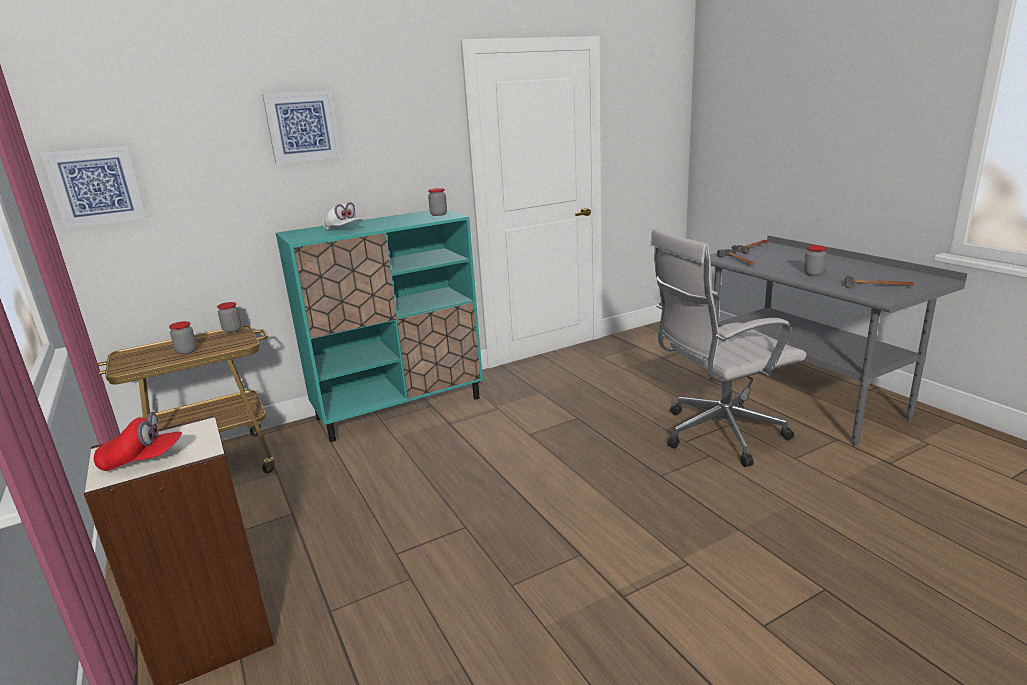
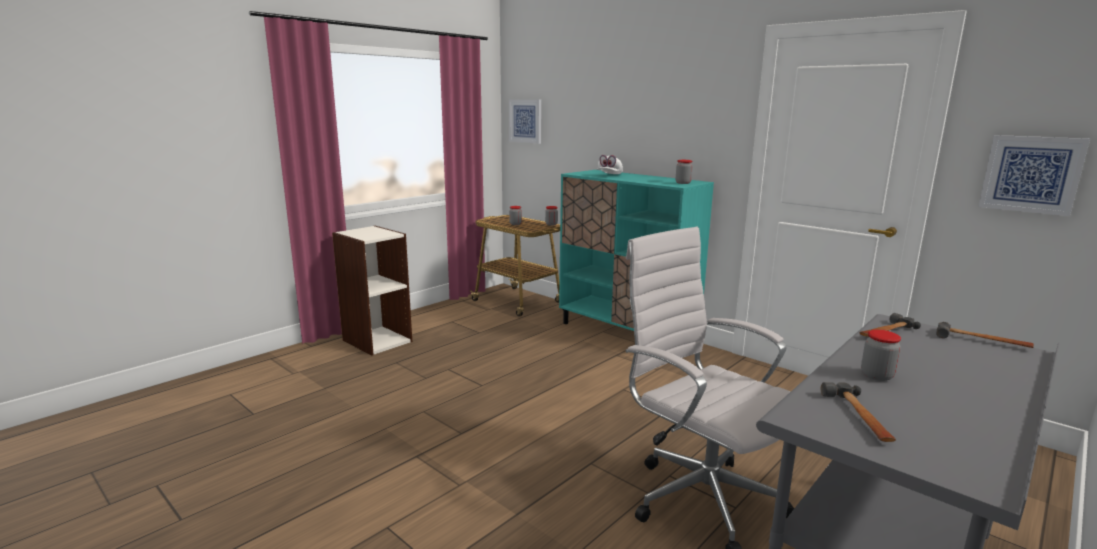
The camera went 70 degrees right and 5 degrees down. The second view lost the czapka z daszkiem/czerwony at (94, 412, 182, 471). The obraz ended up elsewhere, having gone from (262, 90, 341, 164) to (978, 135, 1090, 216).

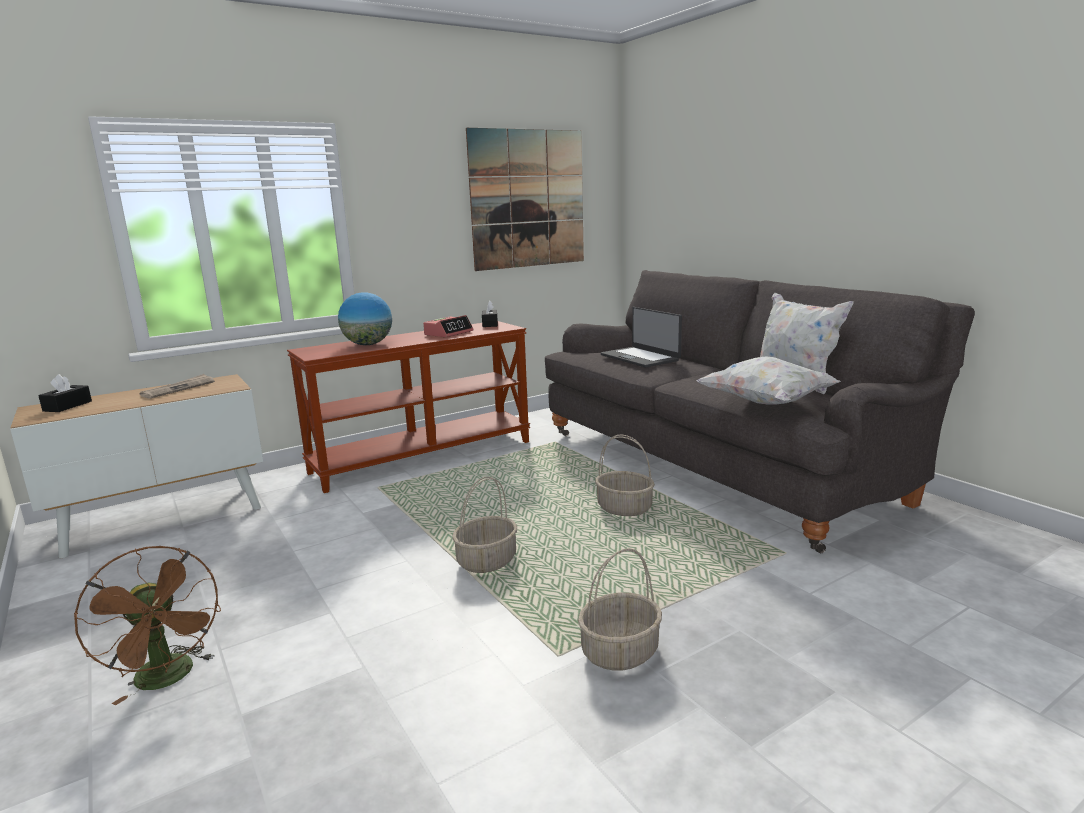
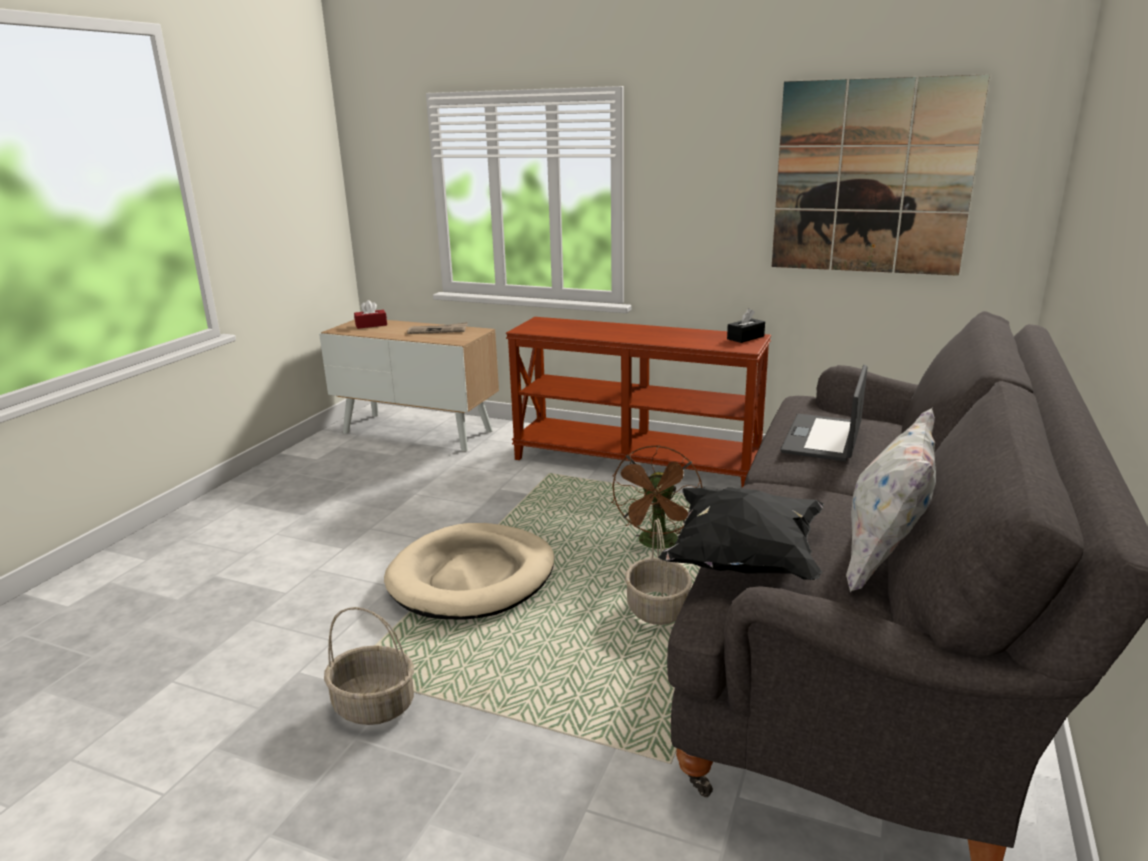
The camera went 55 degrees right and 5 degrees up. What was the pudełko chusteczek/czarny at (38, 374, 92, 412) turned into the pudełko chusteczek/czerwony at (354, 300, 387, 329). The wentylator/brązowy ended up elsewhere, having gone from (74, 546, 221, 706) to (611, 445, 702, 549). The second view lost the globus at (338, 292, 392, 345). The second view lost the budzik at (423, 315, 474, 337). Where the koszyk stood at (452, 476, 517, 573), the legowisko/beżowy came to stand at (384, 523, 554, 620). What was the poduszka/biały at (696, 356, 840, 404) turned into the poduszka/czarny at (658, 487, 824, 580).

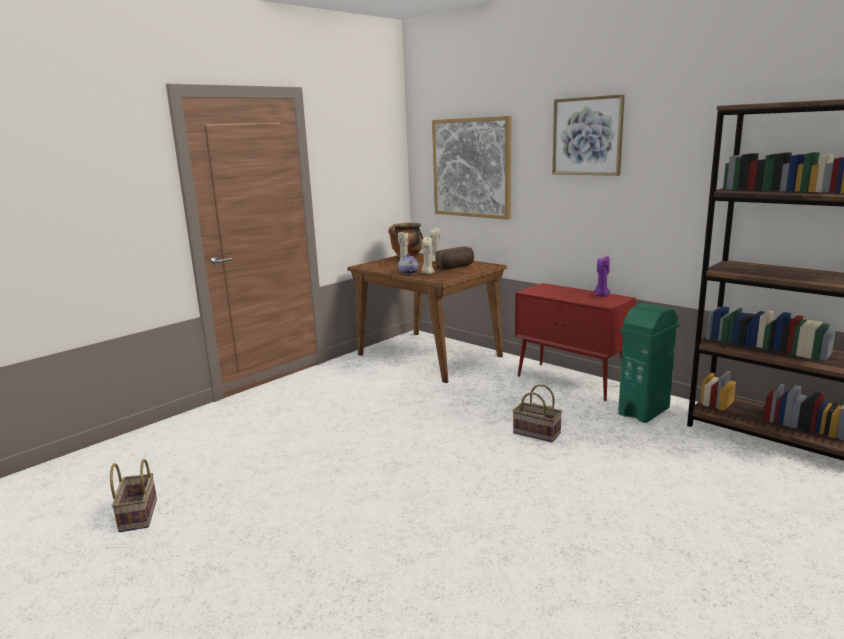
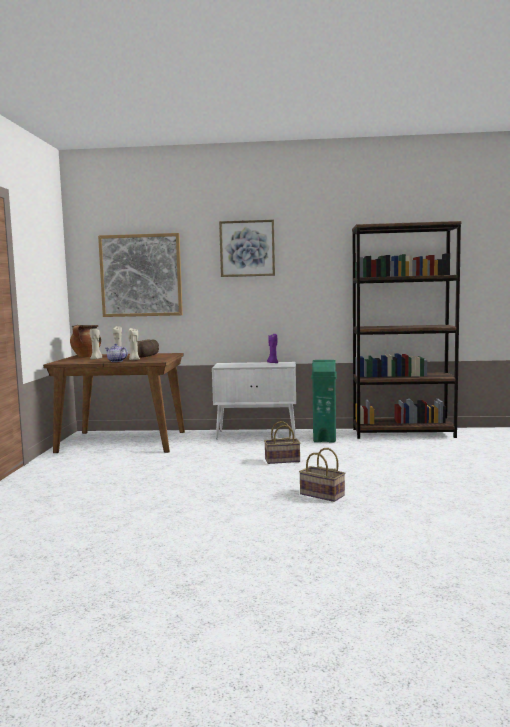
The camera went 40 degrees left and 10 degrees down. The koszyk ended up elsewhere, having gone from (110, 459, 157, 532) to (299, 448, 345, 502). What was the szafka/czerwony at (515, 283, 636, 401) turned into the szafka/biały at (212, 362, 296, 439).

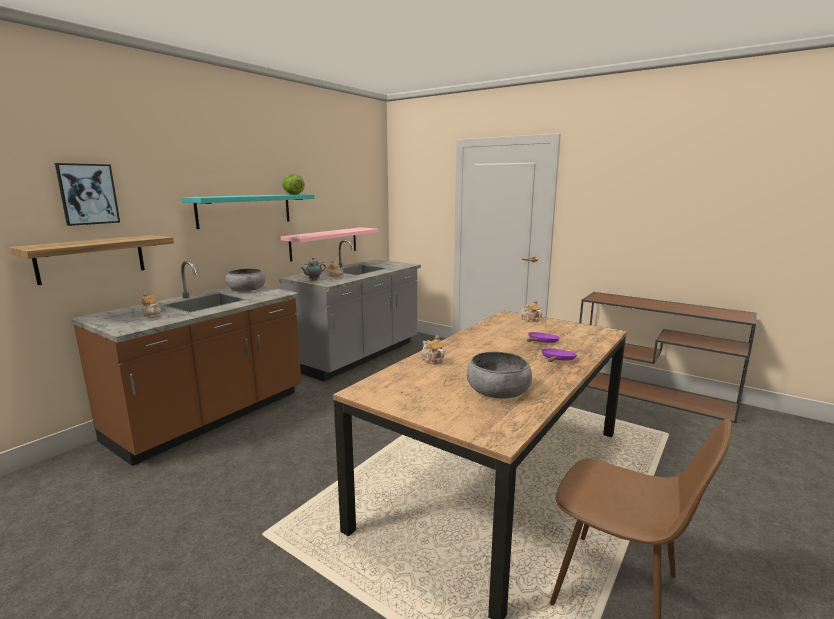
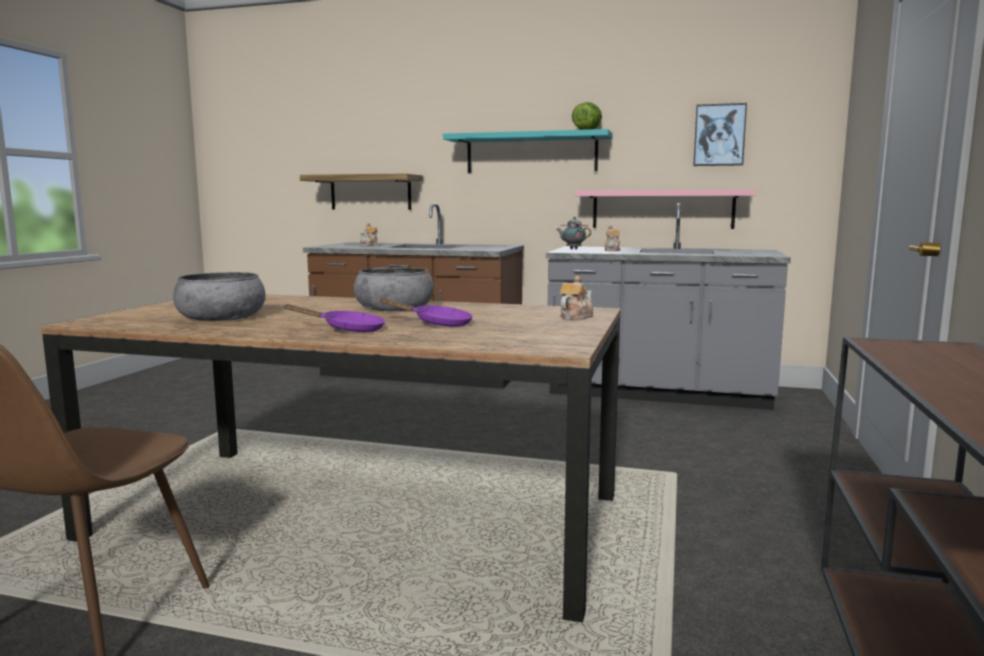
The camera went 70 degrees right and 5 degrees down. The obraz ended up elsewhere, having gone from (55, 163, 120, 226) to (693, 103, 747, 166). The miska/szary ended up elsewhere, having gone from (225, 268, 266, 291) to (354, 267, 434, 311). The second view lost the imbryk at (421, 335, 444, 364).

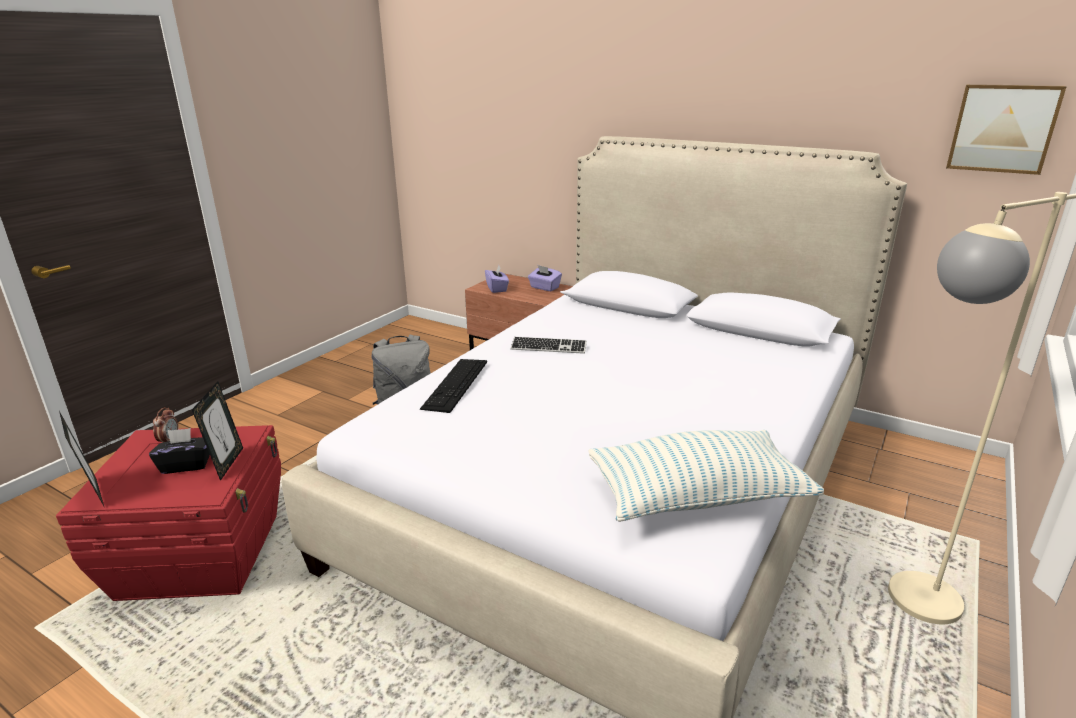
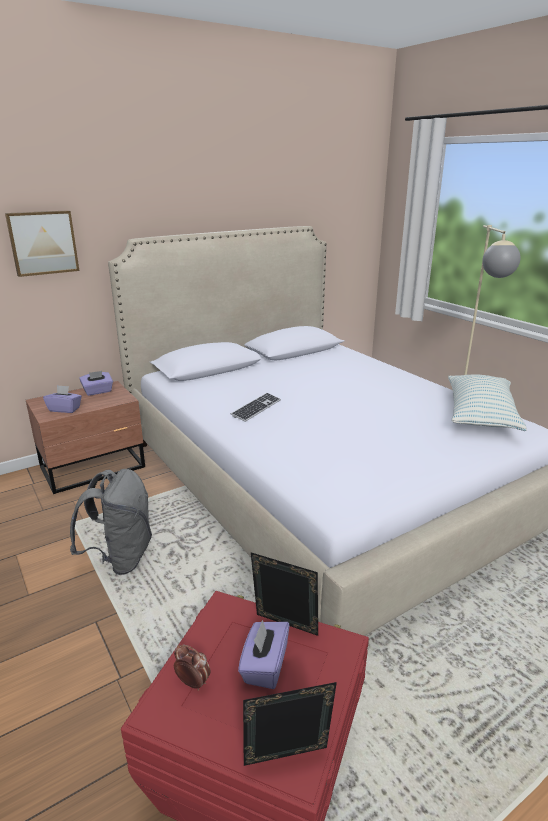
The camera went 65 degrees left and 0 degrees up. What was the pudełko chusteczek/czarny at (149, 428, 210, 474) turned into the pudełko chusteczek/fioletowy at (238, 620, 290, 689). The second view lost the klawiatura at (420, 359, 487, 413). The obraz ended up elsewhere, having gone from (946, 84, 1067, 175) to (5, 210, 79, 277).

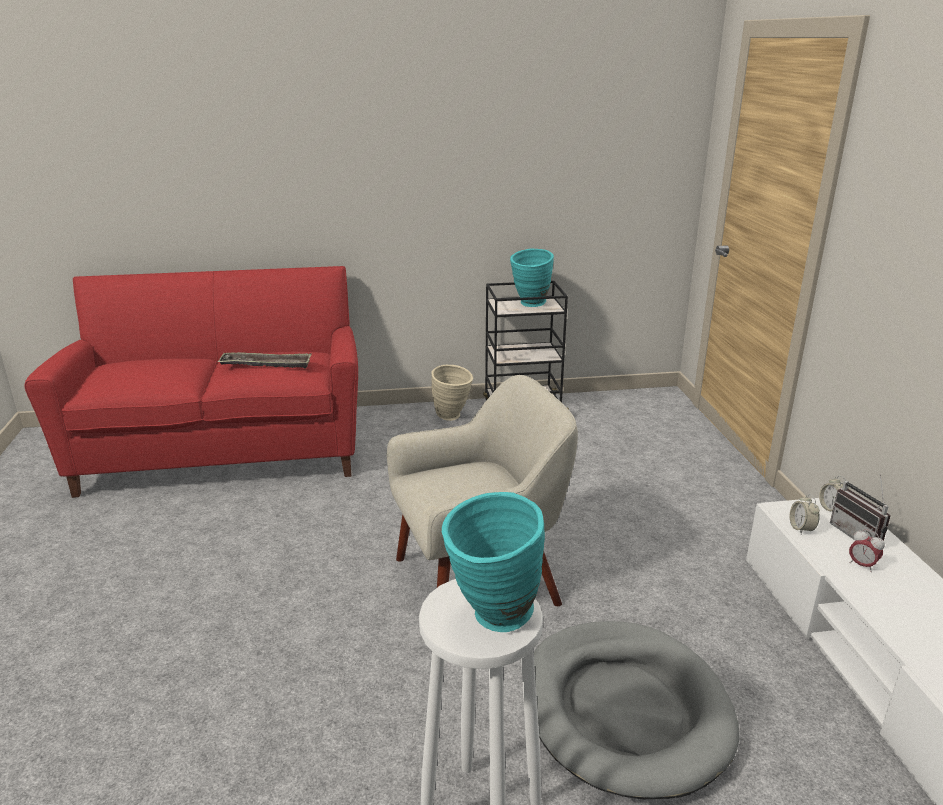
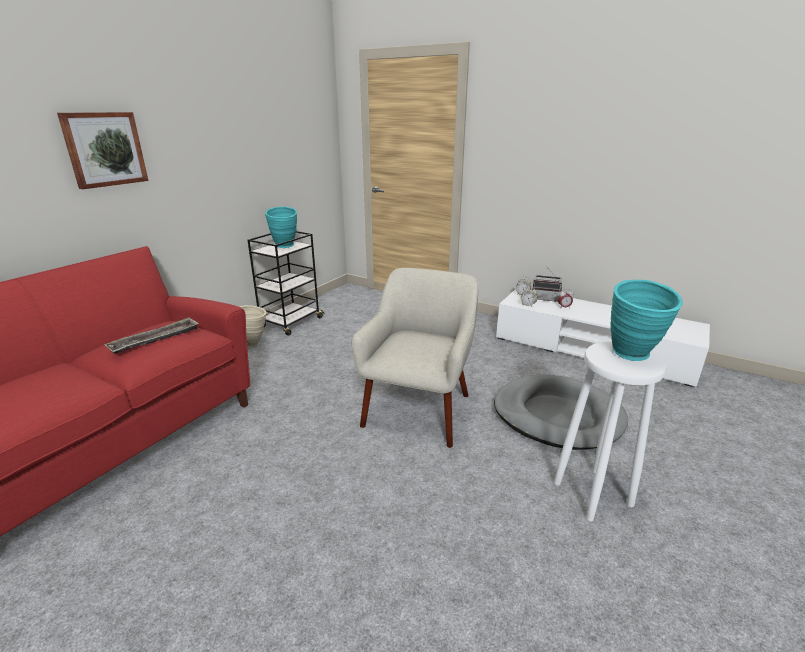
The camera went 50 degrees left and 0 degrees up. The second view gained the obraz at (57, 112, 148, 189).

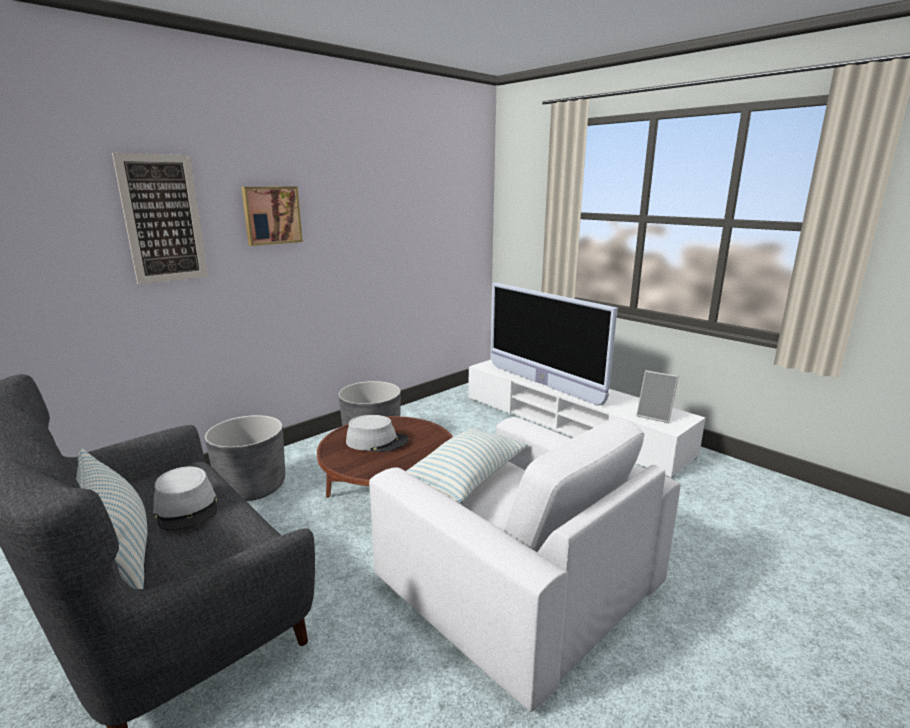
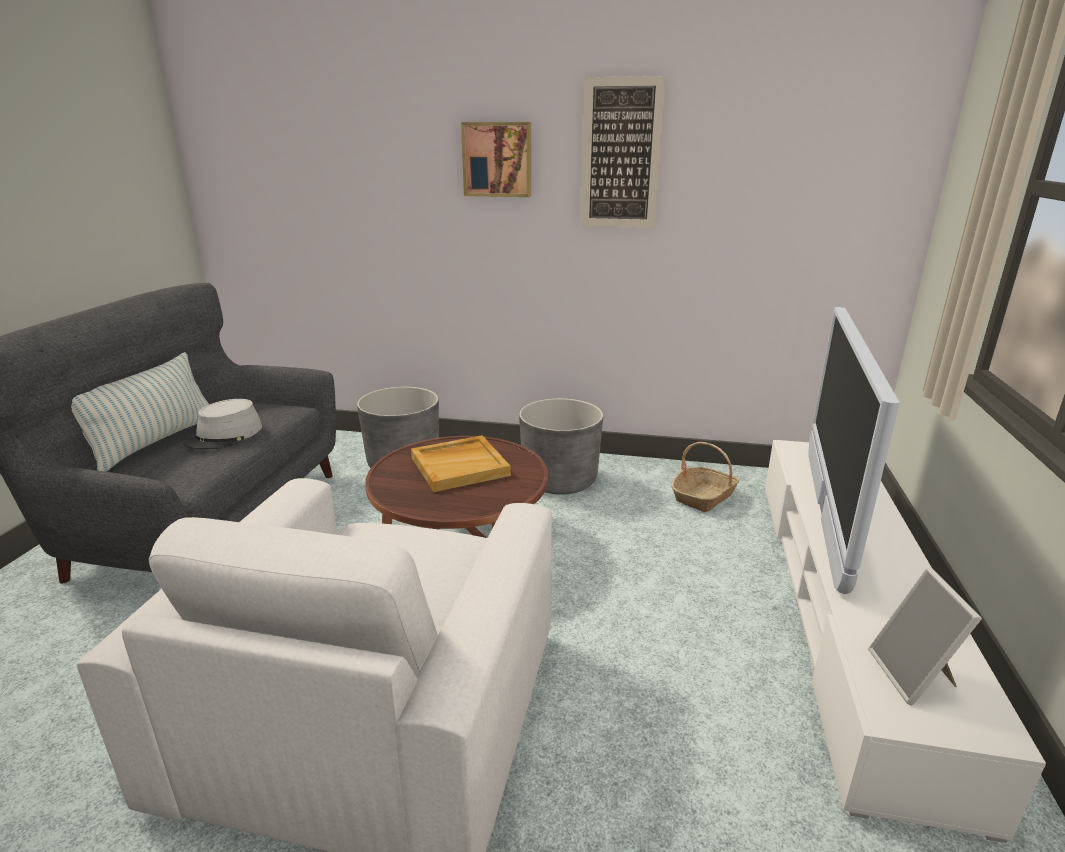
The camera went 55 degrees right and 5 degrees up. The obraz ended up elsewhere, having gone from (112, 153, 208, 284) to (580, 76, 666, 228). Where the kapelusz/szary stood at (346, 415, 409, 452), the taca/beżowy came to stand at (411, 435, 511, 492). The second view lost the poduszka at (406, 428, 528, 504). The second view gained the koszyk at (671, 442, 739, 512).

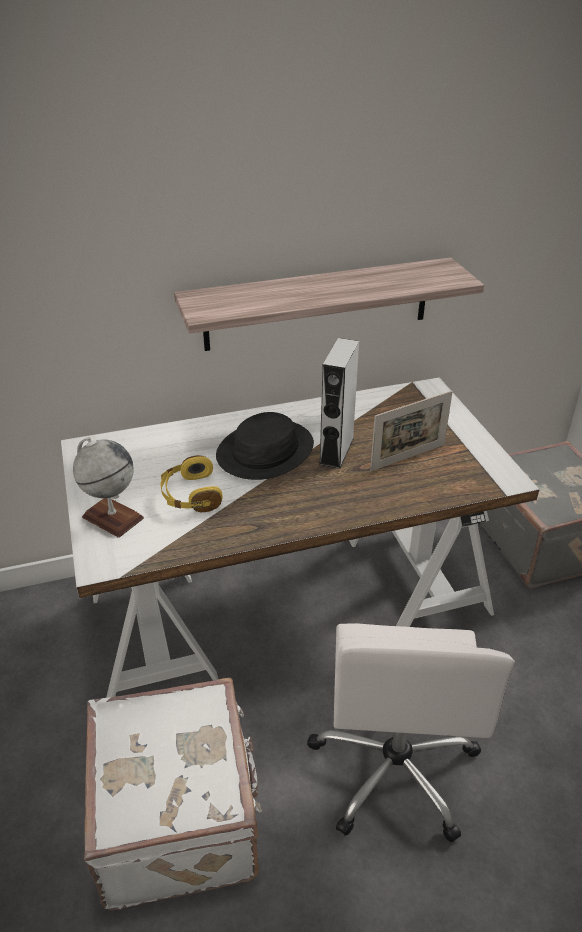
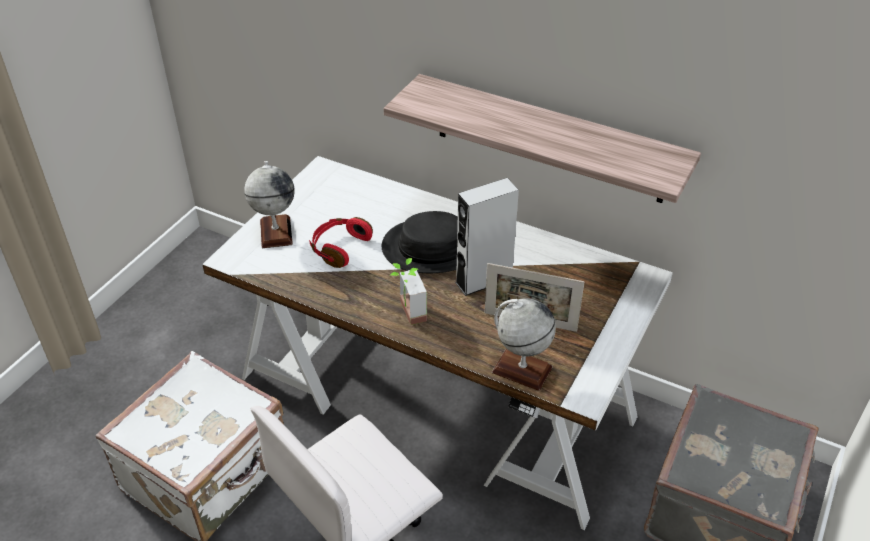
The camera went 45 degrees right and 5 degrees up. What was the słuchawki/żółty at (160, 455, 222, 512) turned into the słuchawki/czerwony at (309, 217, 373, 268). The second view gained the roślina doniczkowa at (389, 258, 427, 325). The second view gained the globus at (492, 298, 556, 391).

